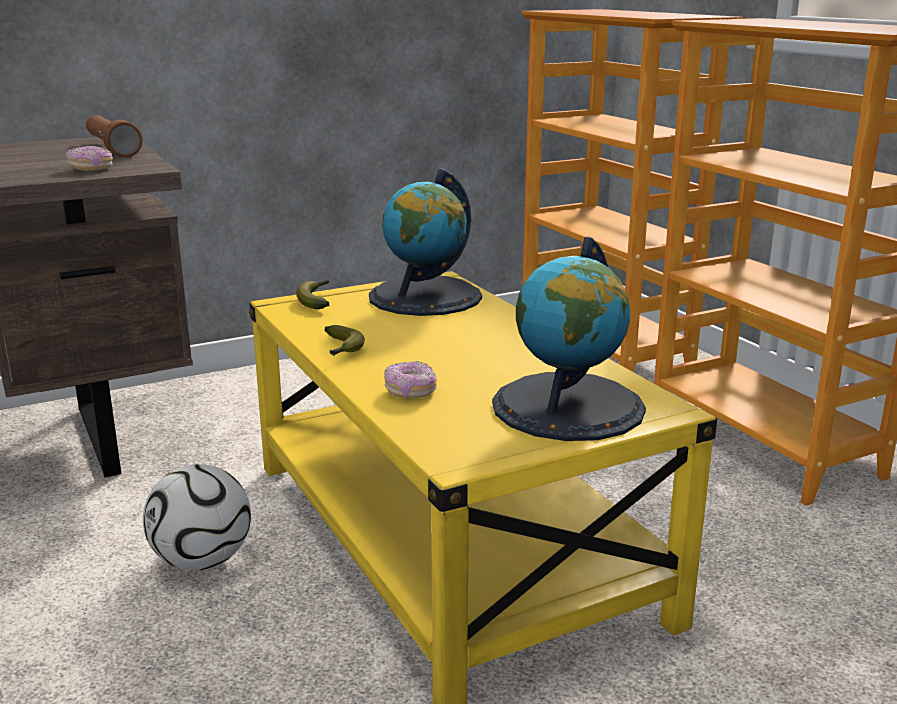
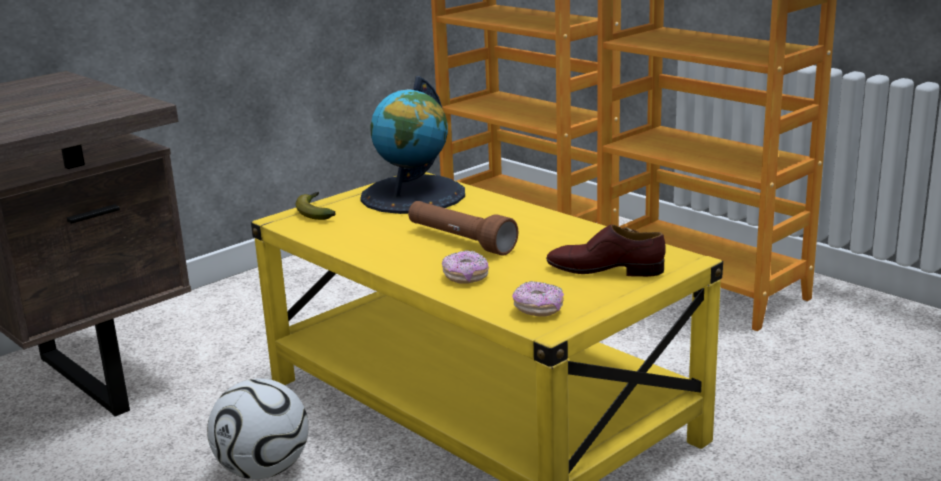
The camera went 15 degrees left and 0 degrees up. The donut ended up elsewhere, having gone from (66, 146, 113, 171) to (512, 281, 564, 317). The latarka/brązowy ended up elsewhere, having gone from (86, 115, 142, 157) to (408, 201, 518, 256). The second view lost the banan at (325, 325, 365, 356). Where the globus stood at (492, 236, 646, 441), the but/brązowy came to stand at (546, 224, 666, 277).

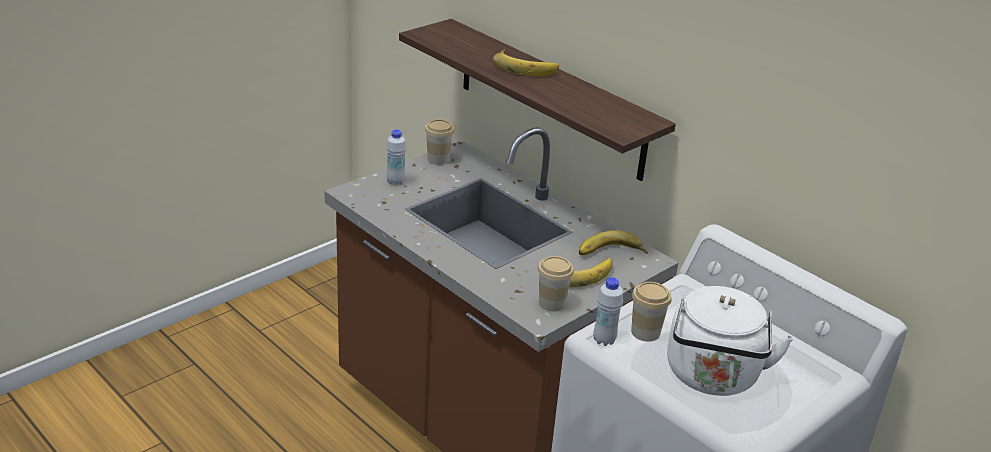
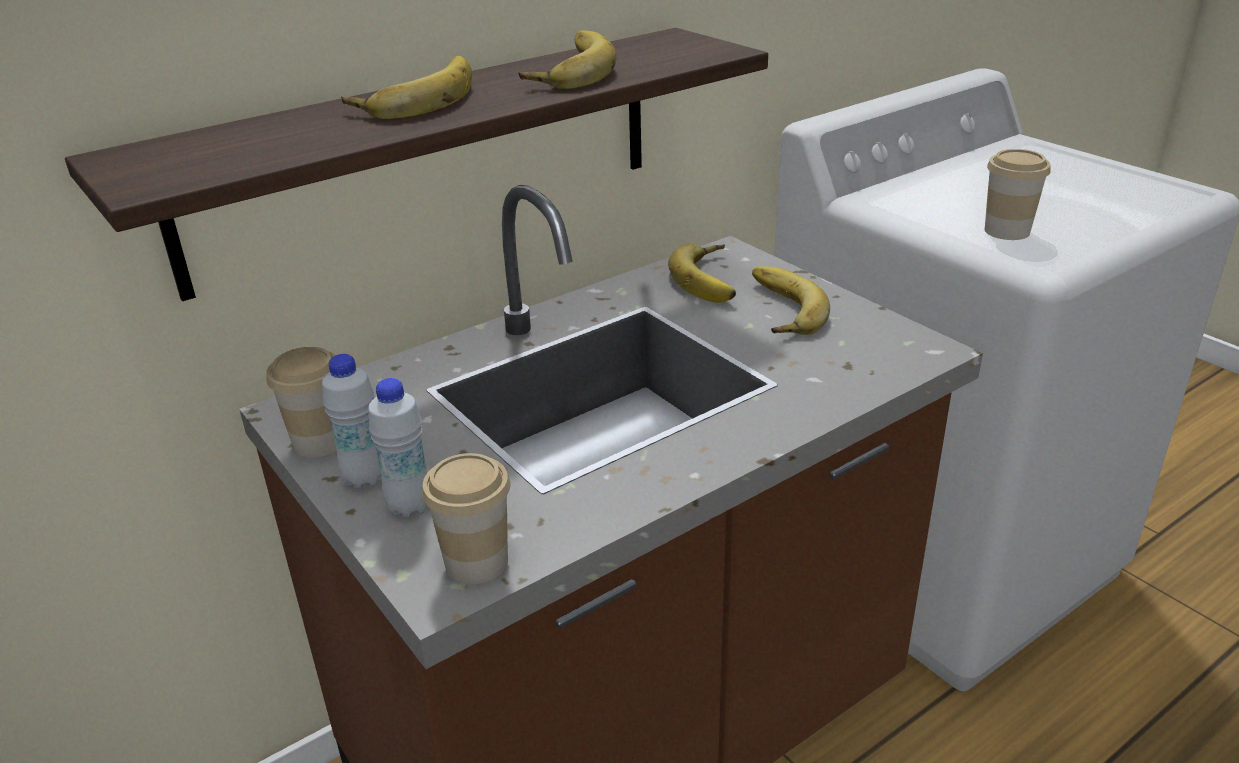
The camera went 80 degrees left and 0 degrees up. The filiżanka ended up elsewhere, having gone from (538, 256, 574, 311) to (422, 453, 510, 584). The butelka/biały ended up elsewhere, having gone from (593, 277, 623, 346) to (322, 354, 382, 489). The second view lost the czajnik/biały at (667, 286, 794, 396). The second view gained the banan at (518, 30, 616, 89).

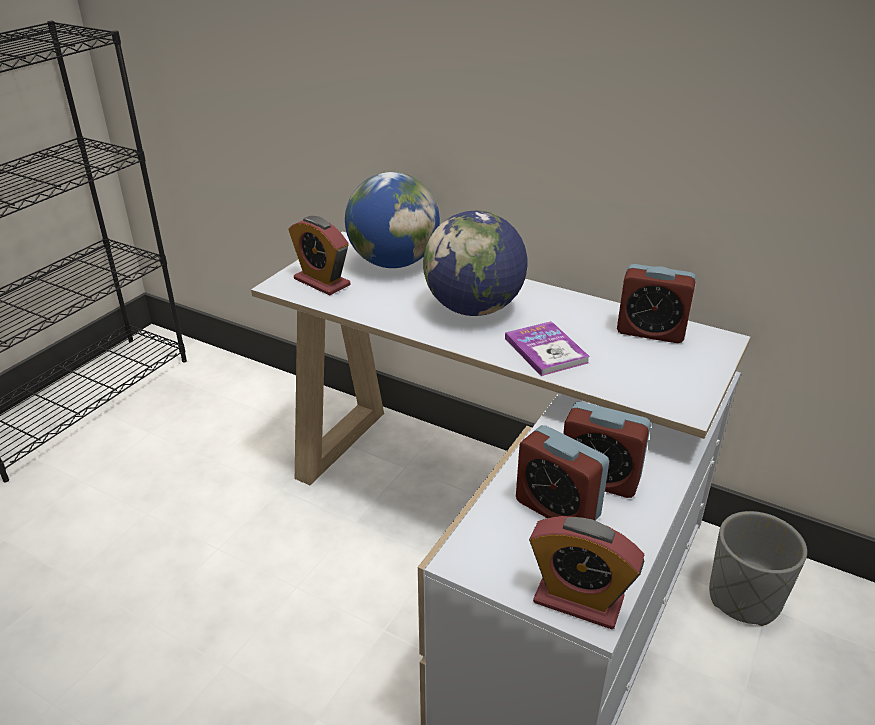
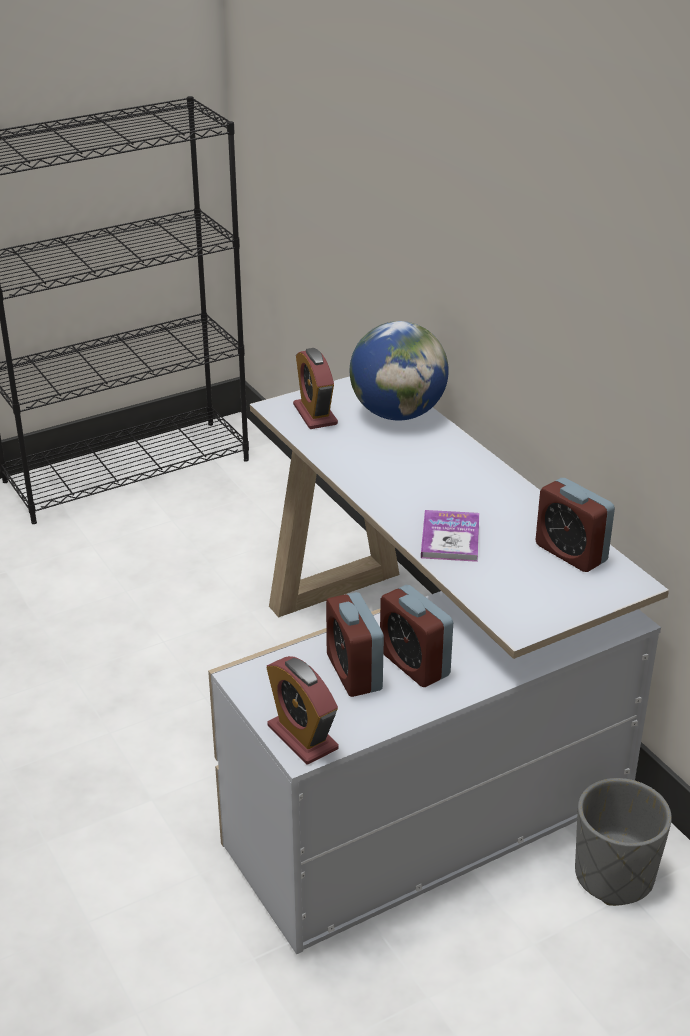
The camera went 30 degrees right and 0 degrees up. The second view lost the globus at (423, 211, 528, 316).

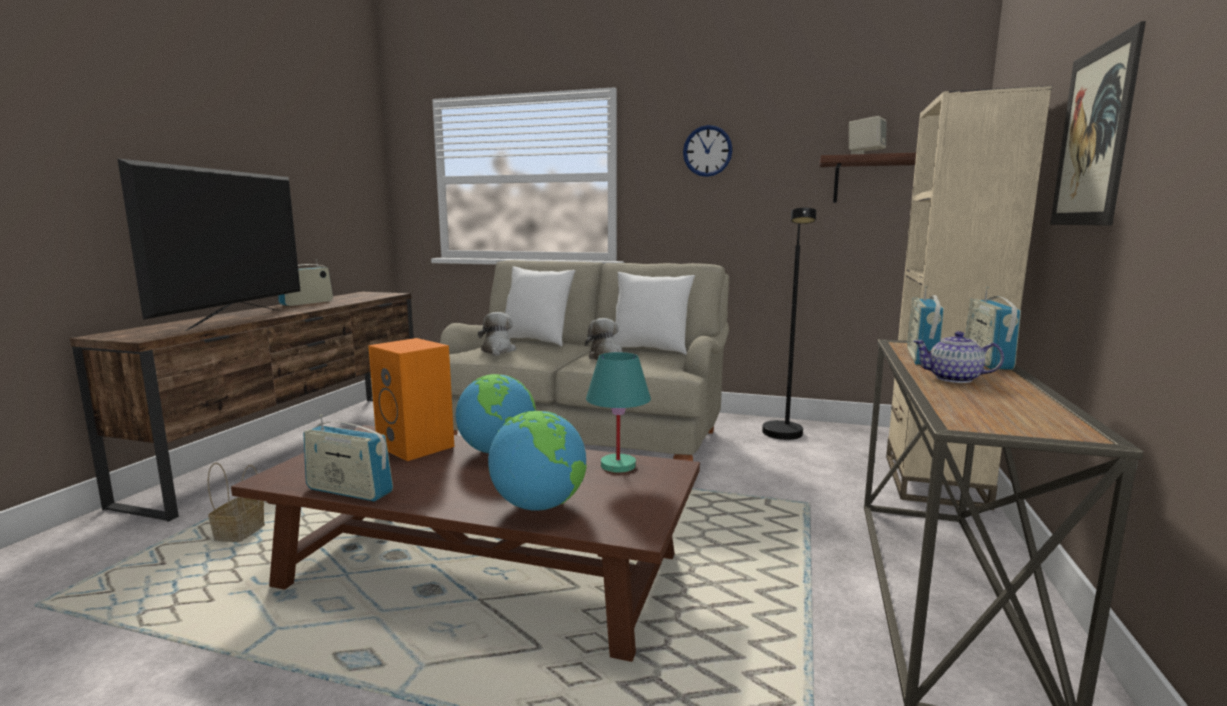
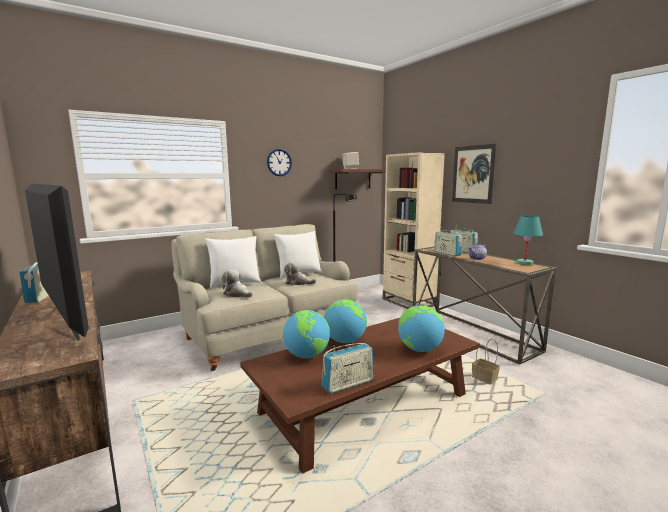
The camera went 50 degrees left and 0 degrees up. The koszyk ended up elsewhere, having gone from (208, 463, 265, 542) to (472, 339, 500, 385). Where the głośnik/pomarańczowy stood at (368, 338, 455, 461), the globus came to stand at (283, 310, 330, 358). The lampa stołowa/turkusowy ended up elsewhere, having gone from (586, 352, 651, 473) to (513, 216, 543, 265).

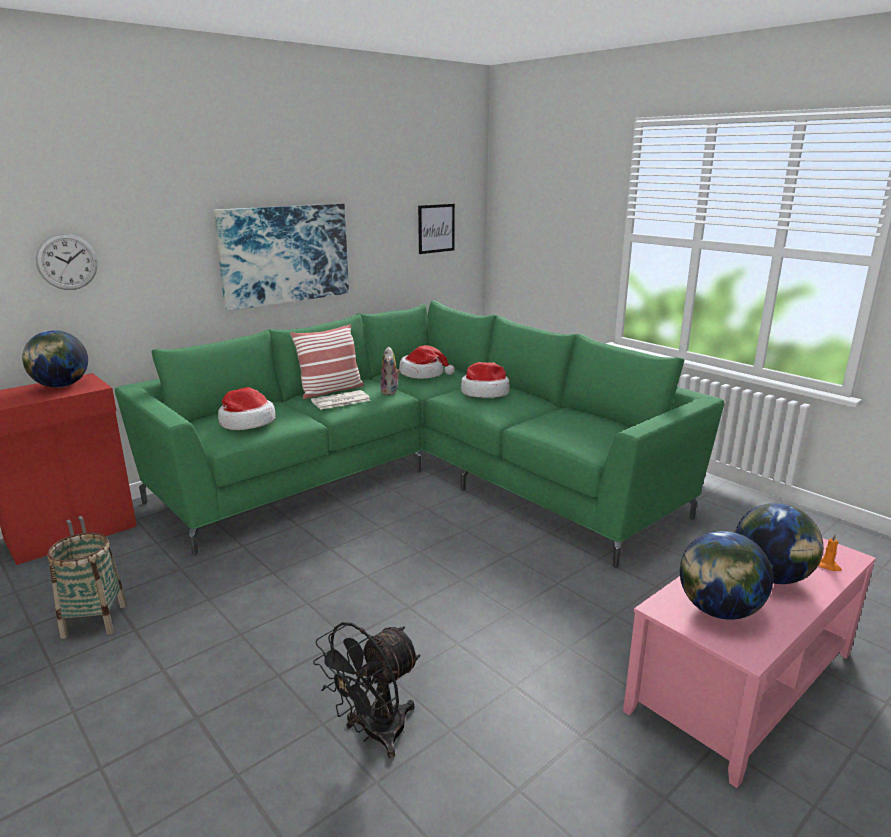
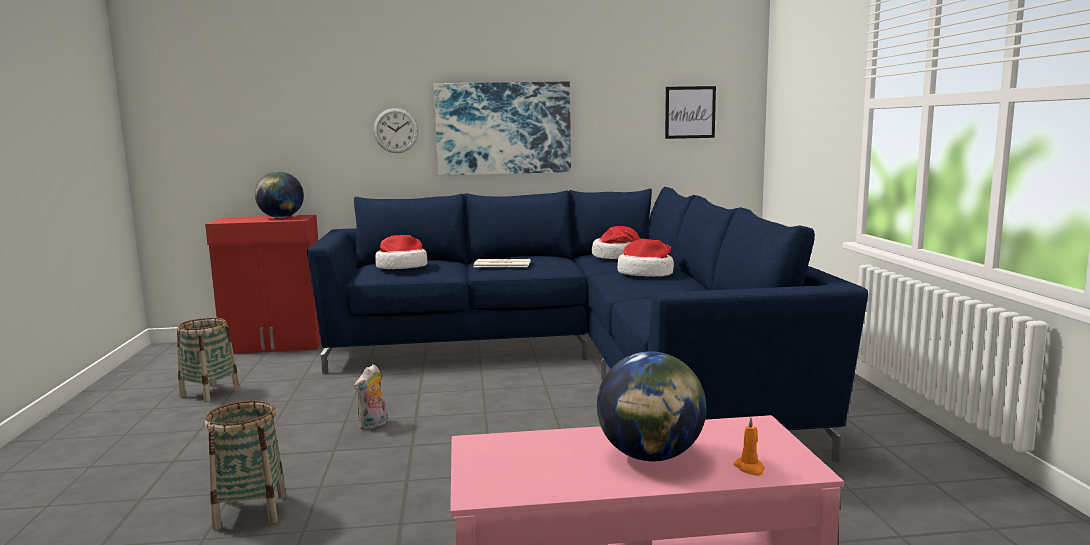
The camera went 35 degrees right and 10 degrees down. The zegar ścienny ended up elsewhere, having gone from (36, 233, 98, 290) to (373, 108, 419, 153). What was the kanapa/zielony at (115, 301, 724, 568) turned into the kanapa/niebieski at (307, 187, 868, 462). The second view lost the poduszka at (290, 324, 364, 399). Where the wentylator/czarny stood at (313, 622, 420, 758), the koszyk came to stand at (204, 400, 286, 530). The pluszak ended up elsewhere, having gone from (380, 346, 401, 395) to (354, 364, 387, 430). The second view lost the globus at (680, 531, 773, 620).

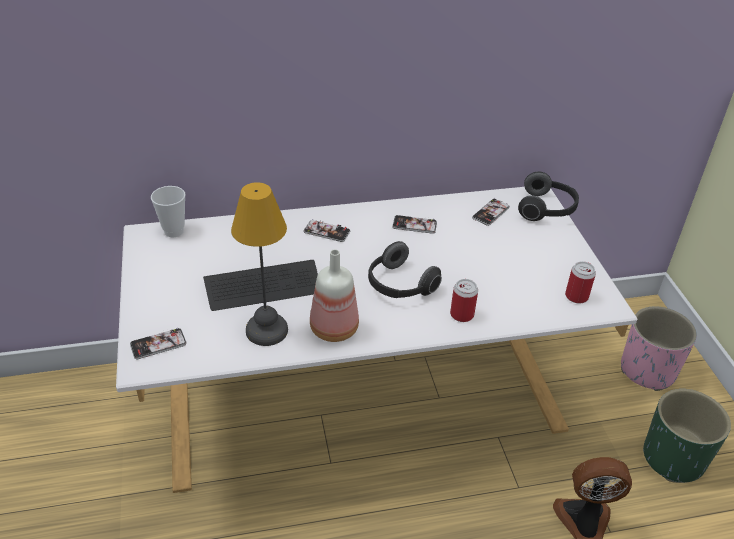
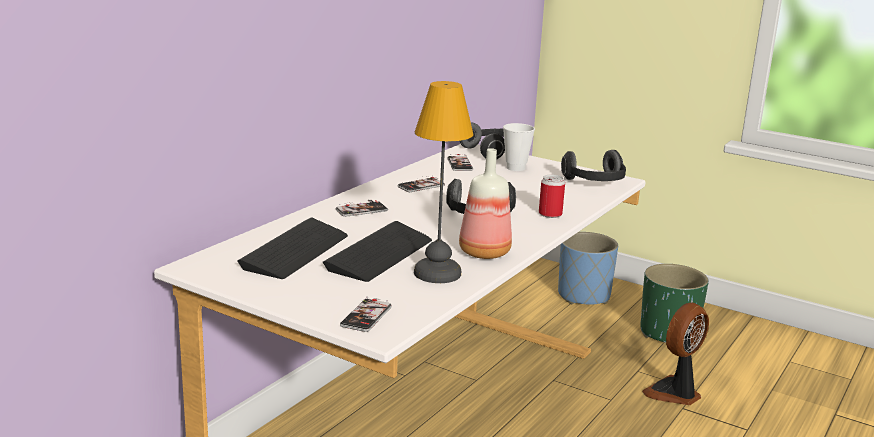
The camera went 45 degrees left and 20 degrees down. The filiżanka ended up elsewhere, having gone from (151, 186, 186, 237) to (503, 123, 535, 171). Where the puszka stood at (565, 261, 596, 304), the słuchawki came to stand at (561, 150, 626, 181). What was the donica/różowy at (621, 306, 697, 391) turned into the donica/niebieski at (558, 232, 618, 305). The second view gained the klawiatura at (237, 218, 348, 279).

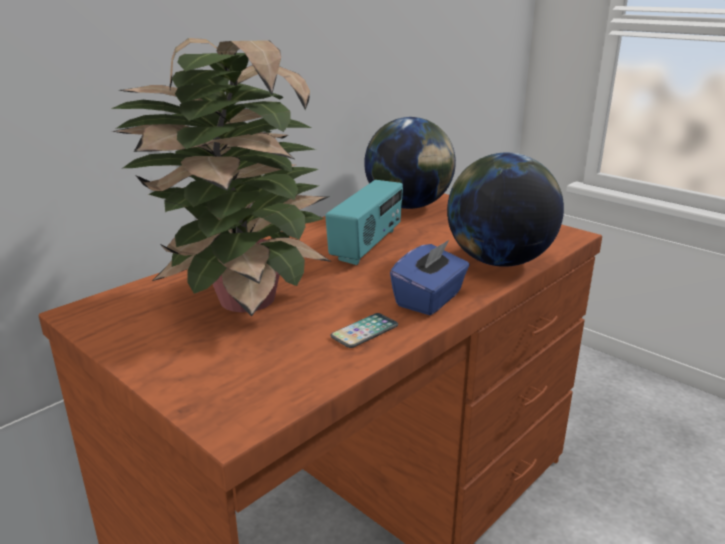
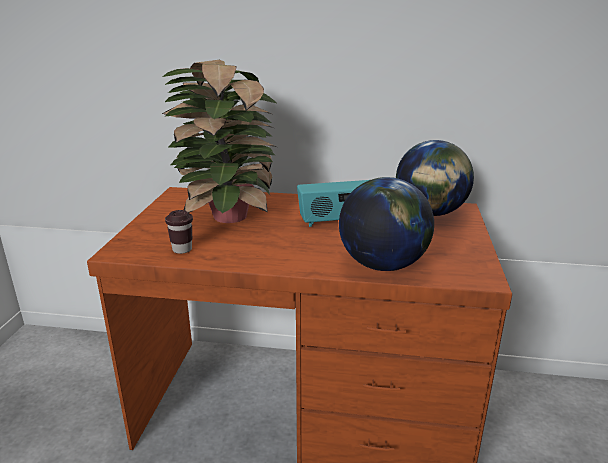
The camera went 55 degrees right and 0 degrees up. The second view lost the telefon at (330, 313, 398, 348). The second view lost the pudełko chusteczek/niebieski at (390, 240, 470, 315). The second view gained the filiżanka/brązowy at (165, 210, 193, 254).

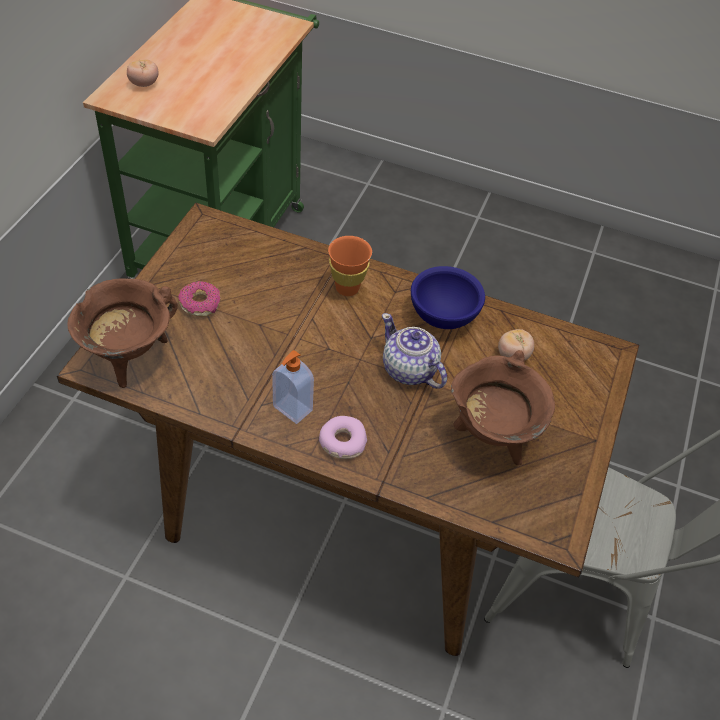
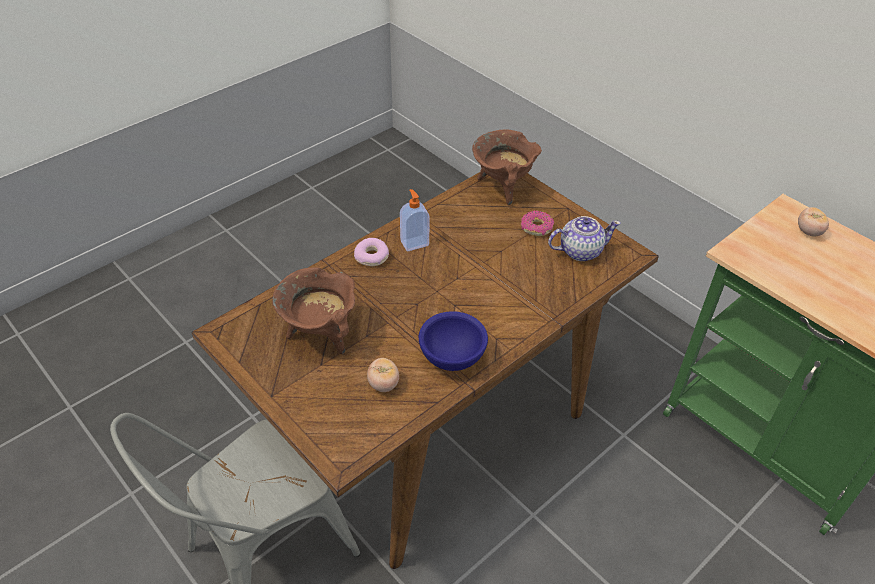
The camera went 120 degrees right and 5 degrees down. The second view lost the filiżanka/pomarańczowy at (328, 236, 372, 296). The imbryk ended up elsewhere, having gone from (382, 313, 447, 389) to (548, 216, 621, 261).

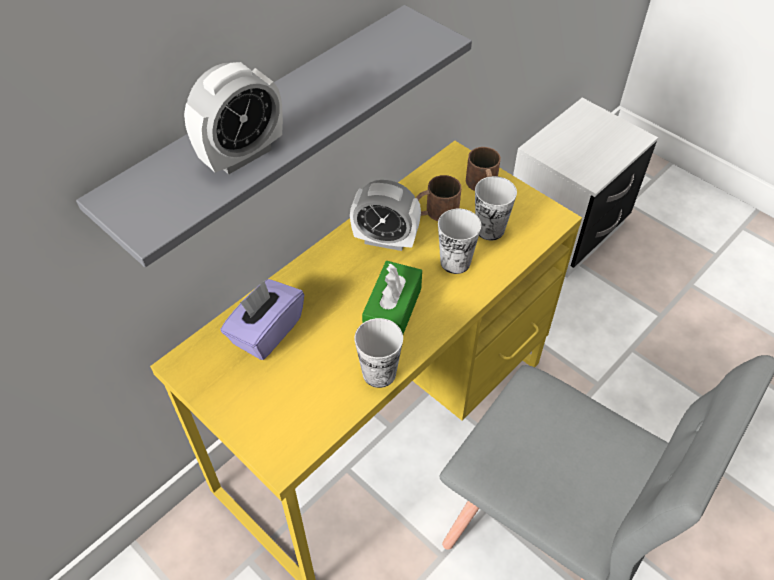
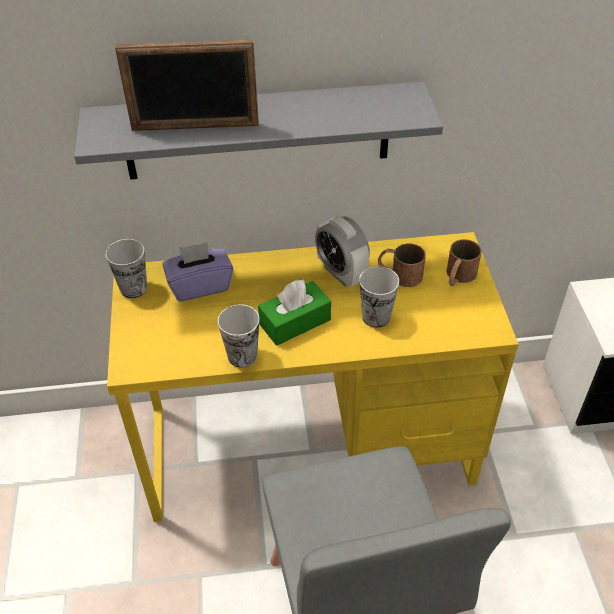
The camera went 40 degrees right and 5 degrees down. Where the budzik stood at (184, 62, 283, 175), the ramka na zdjęcie came to stand at (115, 40, 259, 131). The filiżanka ended up elsewhere, having gone from (475, 176, 517, 240) to (105, 239, 147, 298).

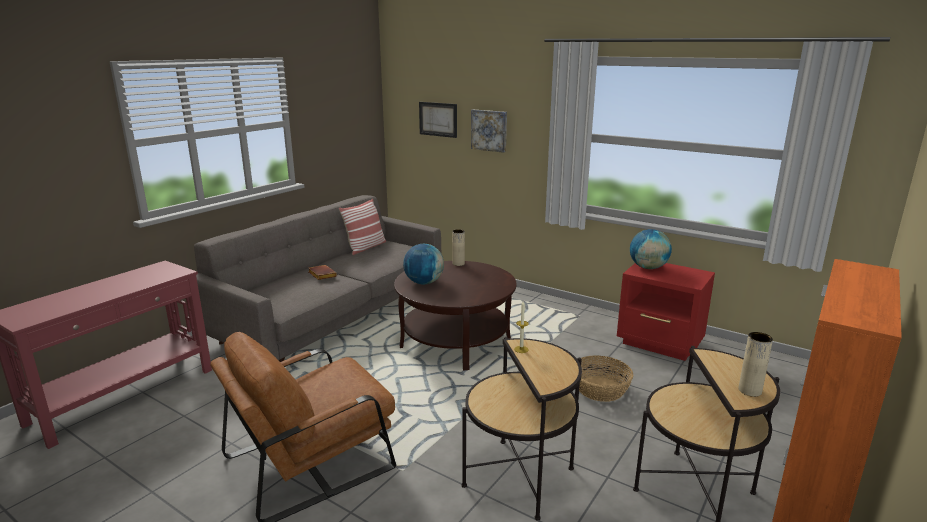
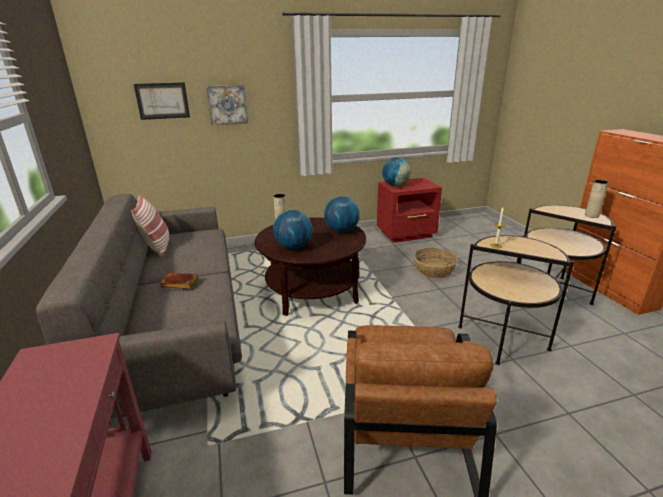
The camera went 50 degrees left and 5 degrees up. The second view gained the globus at (324, 196, 360, 232).

